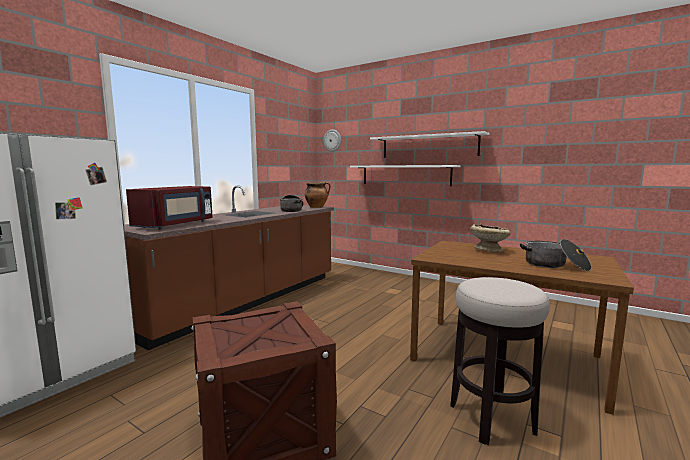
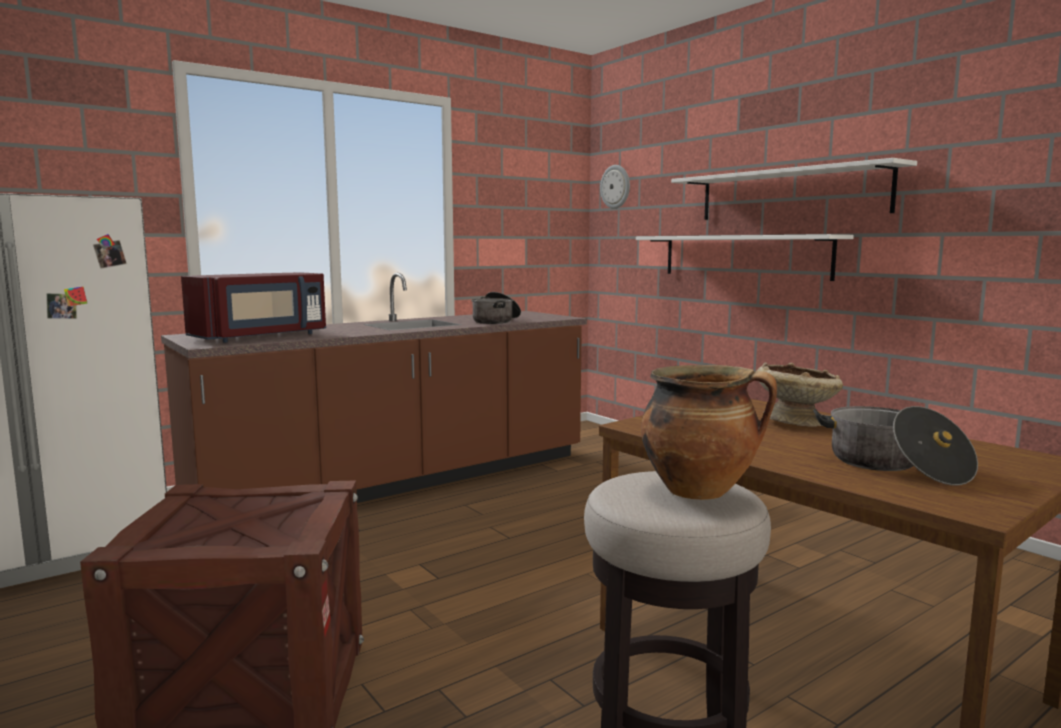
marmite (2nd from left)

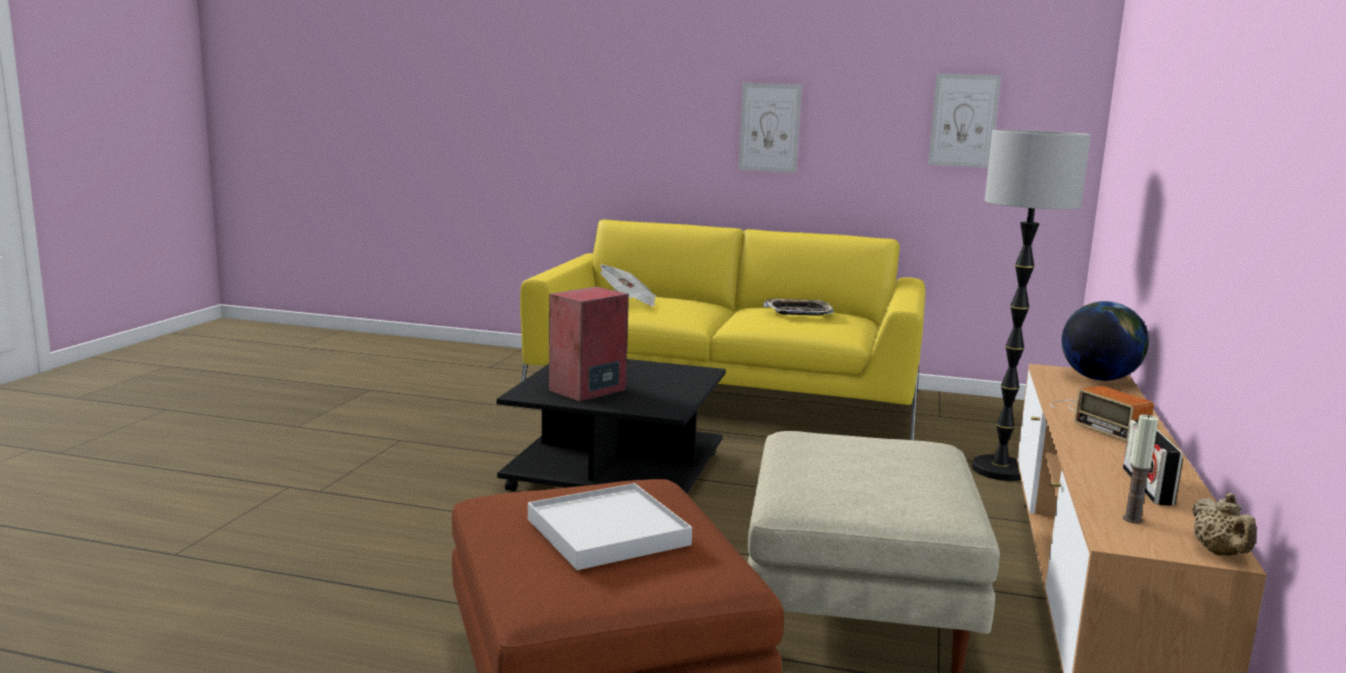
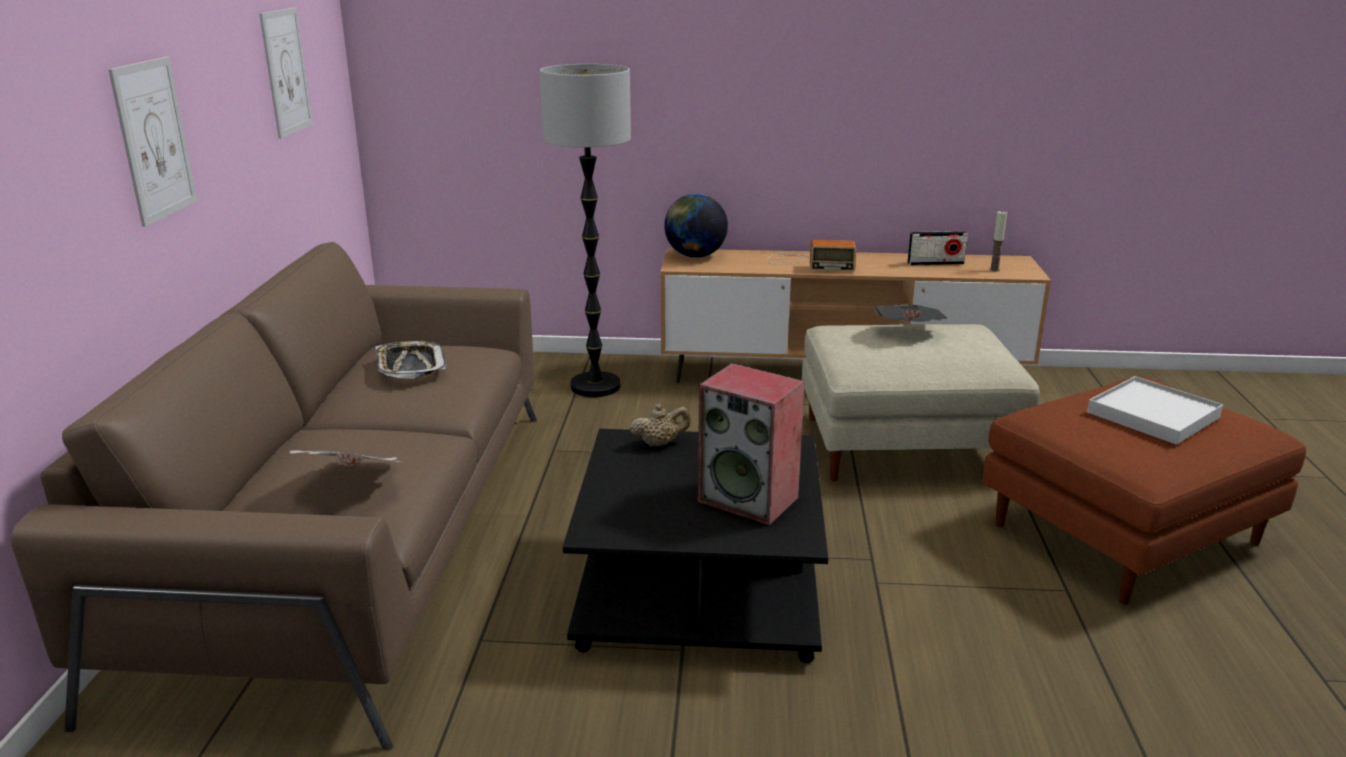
journal (2nd from left)
théière/beige
canapé/marron
radio (1st from left)

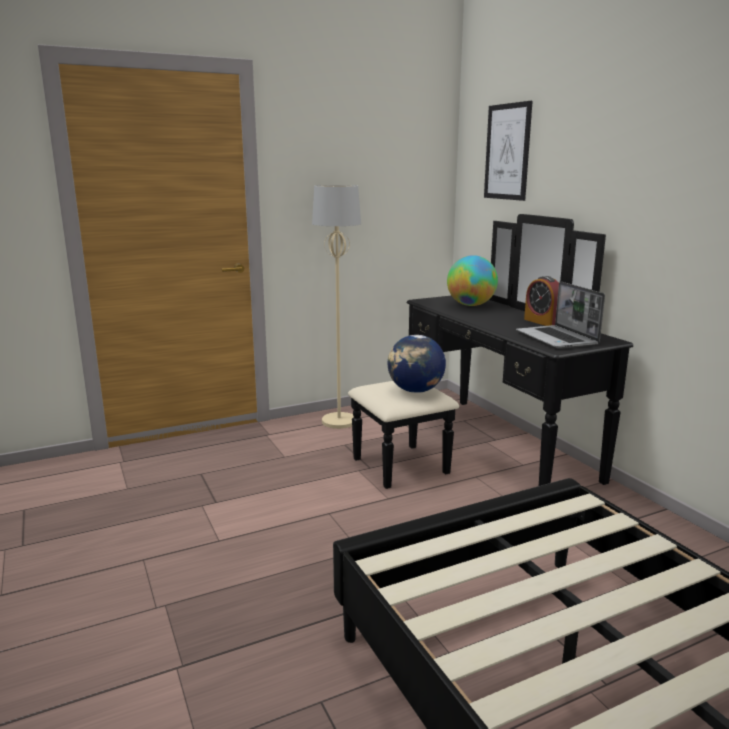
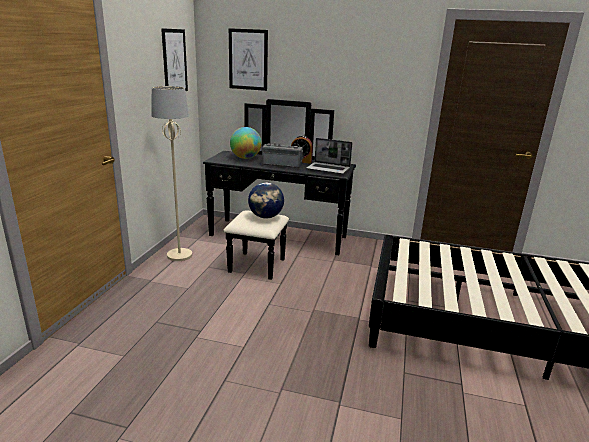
tableau (1st from left)
radio

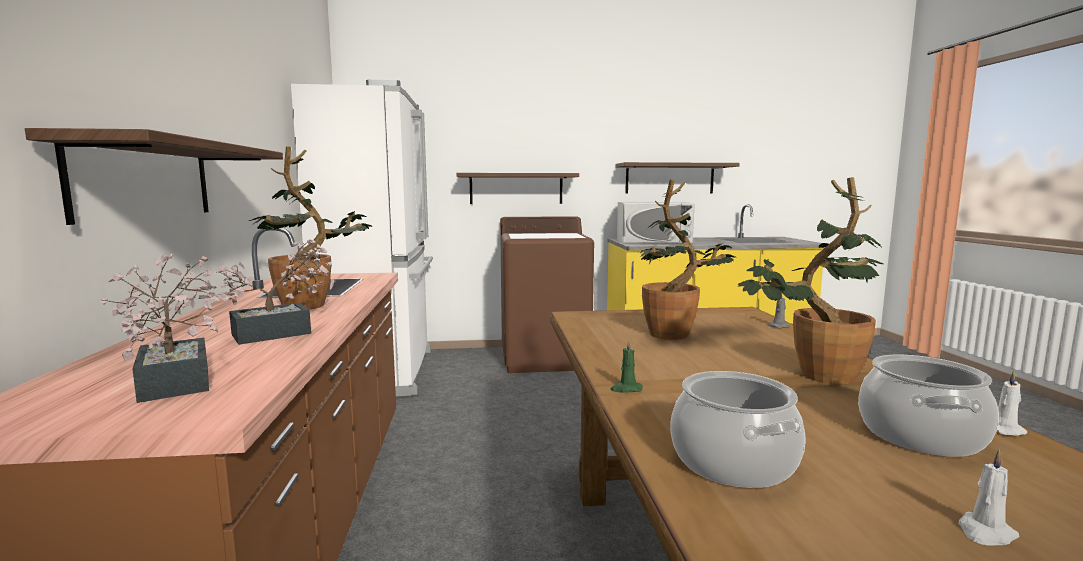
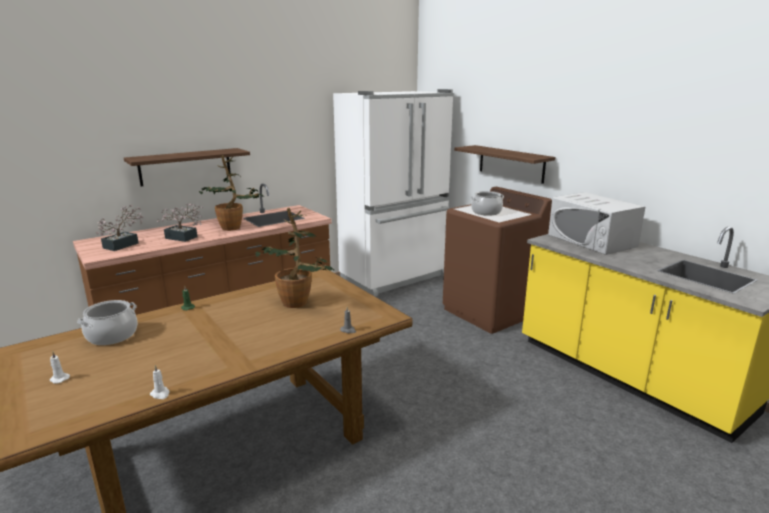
étagère (3rd from left in the first image)
plante en pot (5th from left in the first image)
marmite (2nd from left)

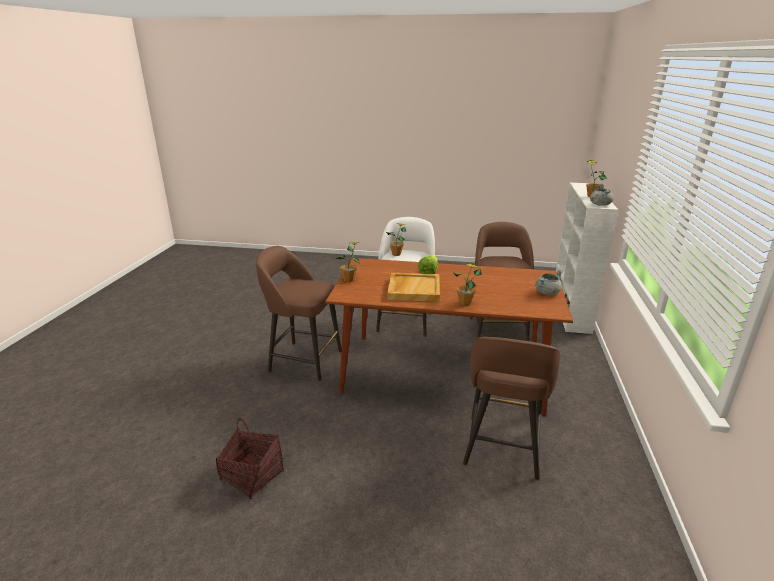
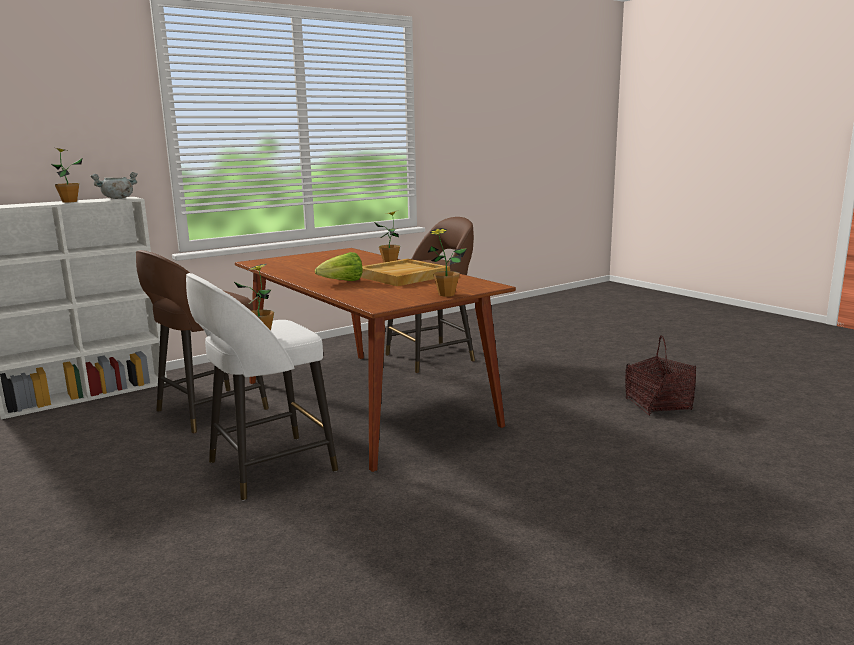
tabouret/marron (1st from left in the first image)
marmite/gris (1st from left in the first image)

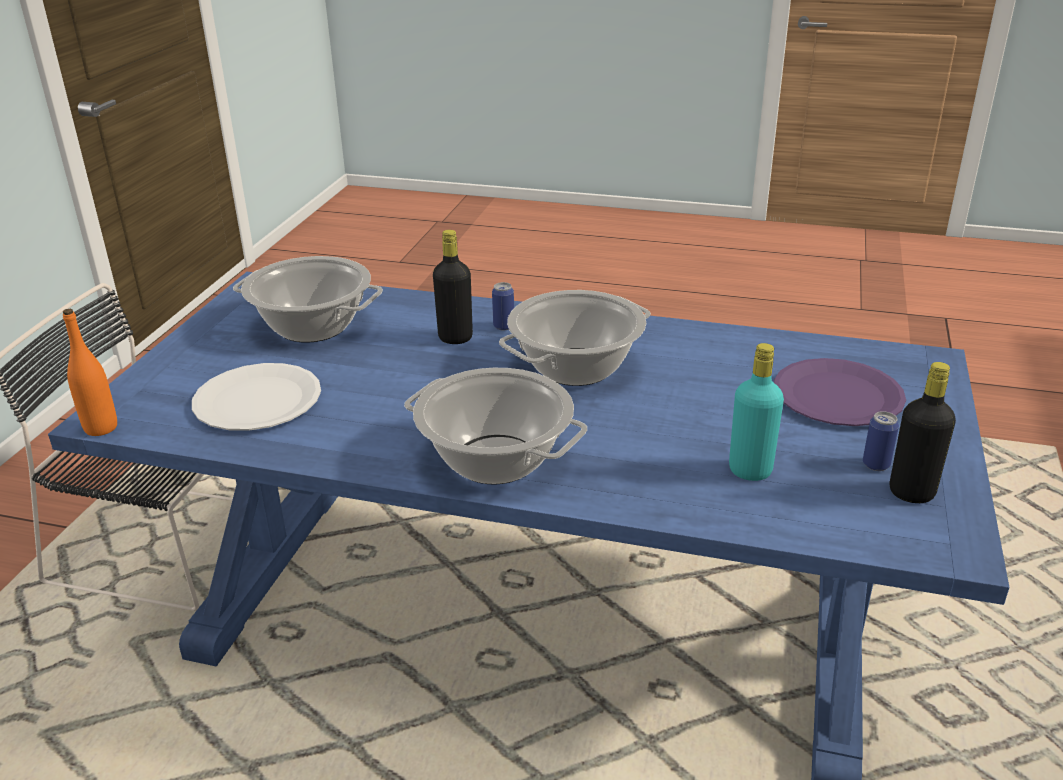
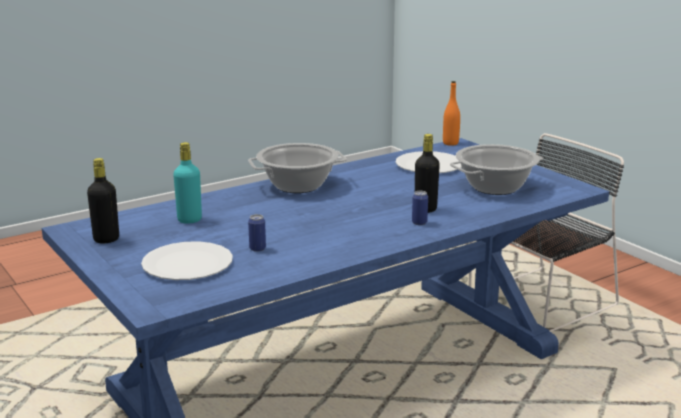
marmite (3rd from left in the first image)
boîte métallique (1st from left)
assiette/blanc (1st from left)

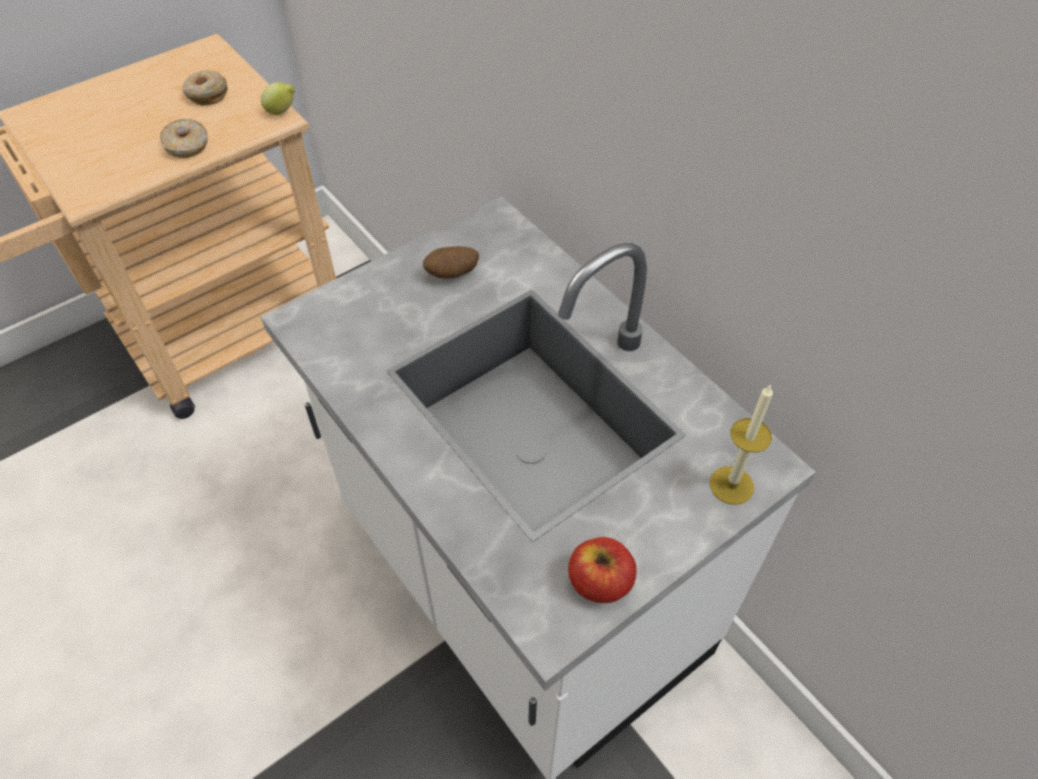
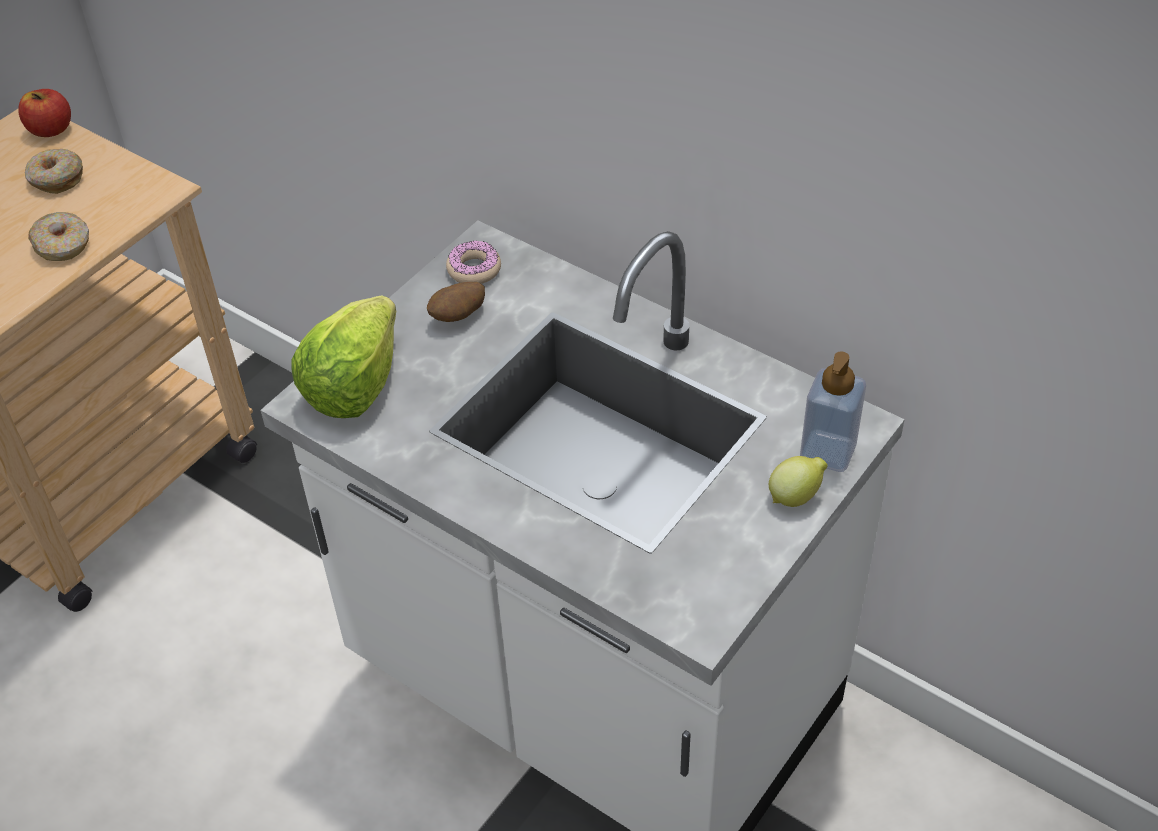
laitue
beignet (3rd from left)
citron
pomme
distributeur de savon

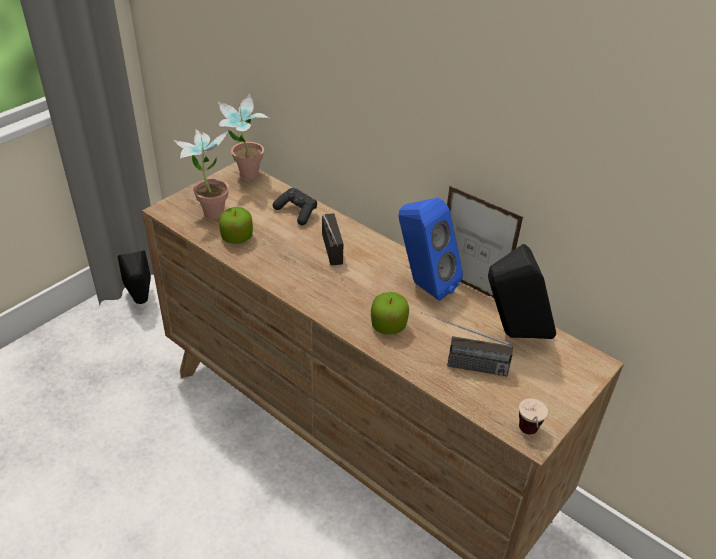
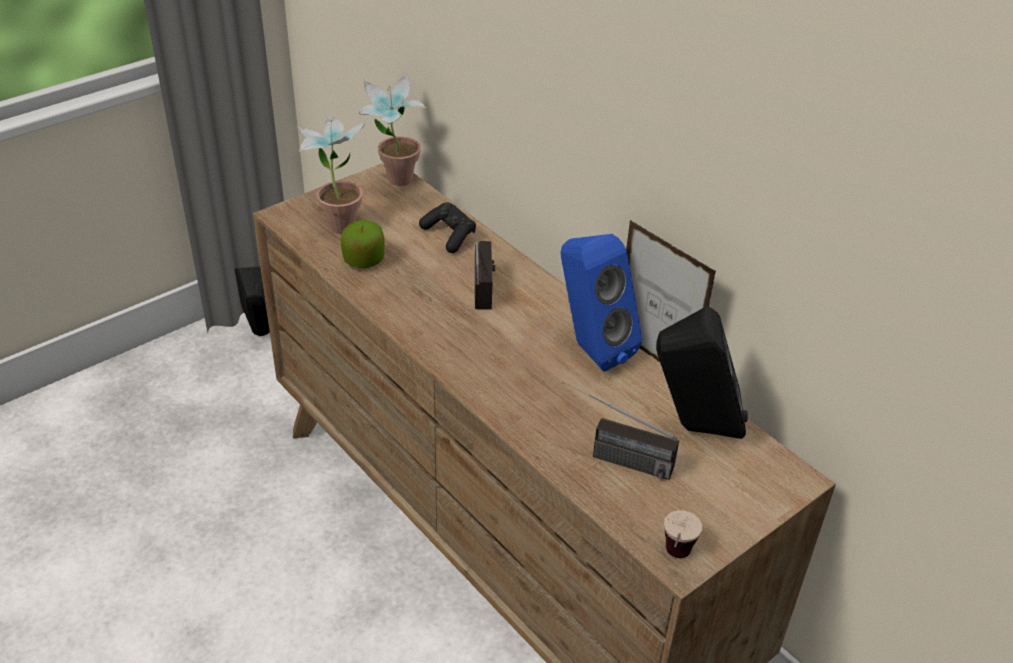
pomme (2nd from left in the first image)

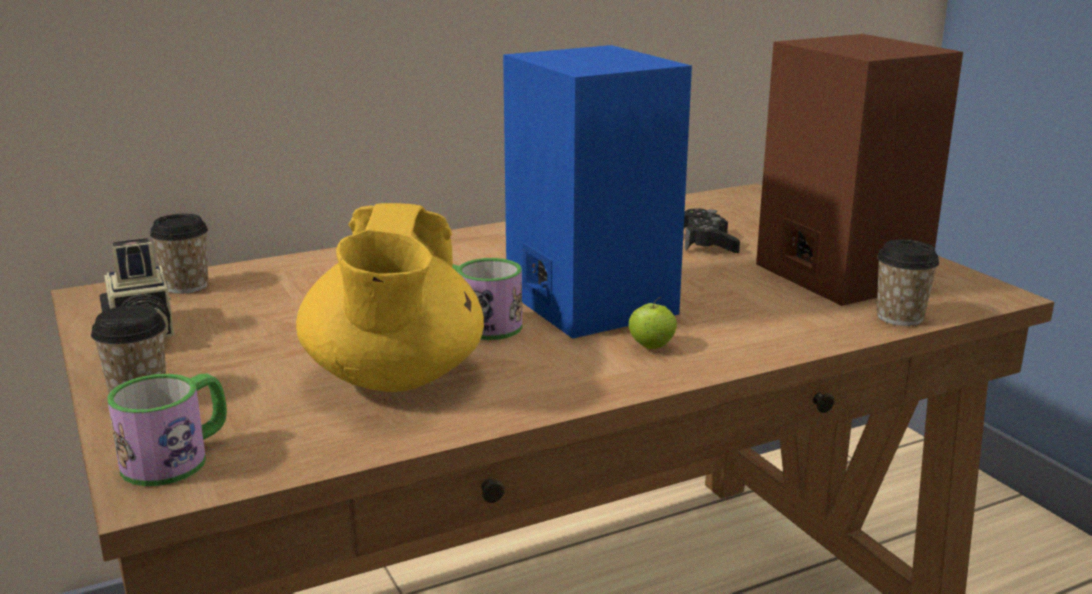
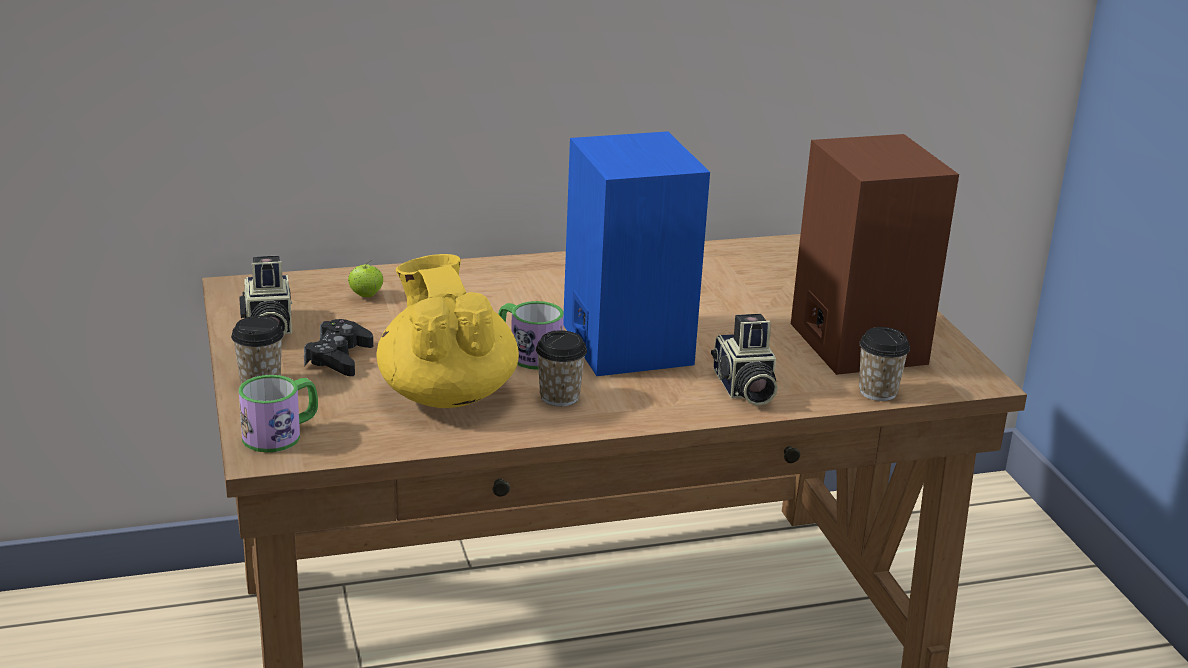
appareil photo (2nd from left)
tasse (2nd from left)
pomme
manette/noir
théière/jaune

